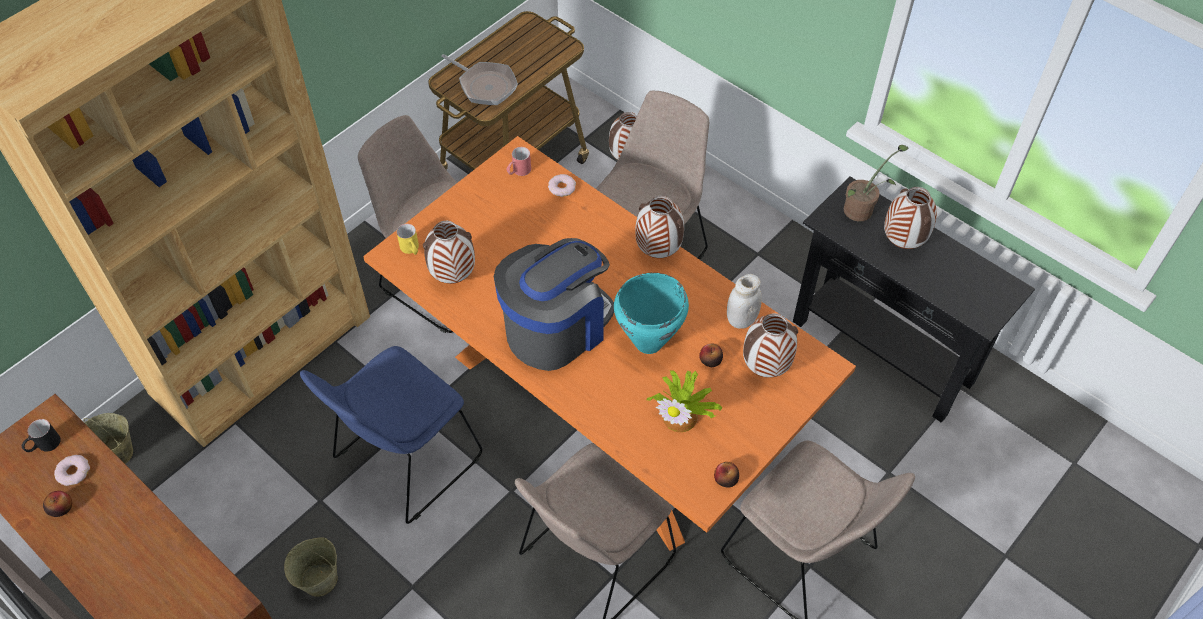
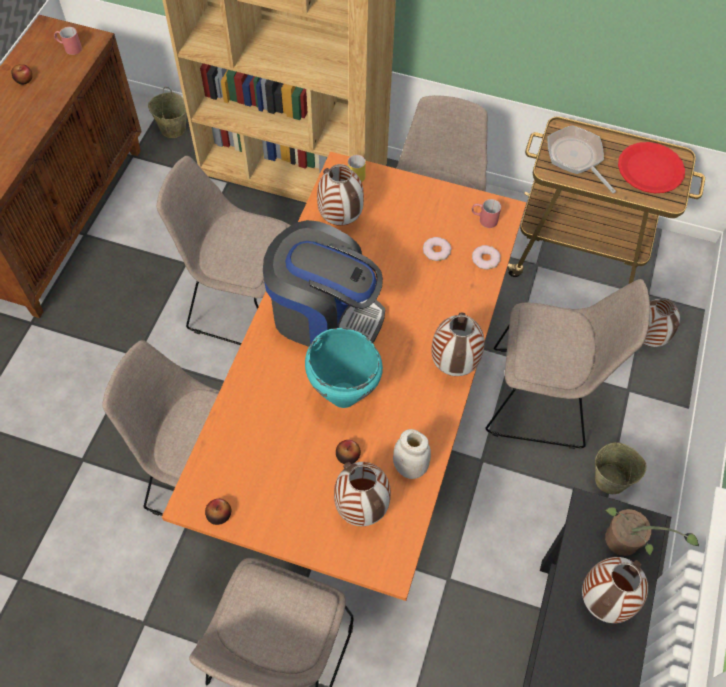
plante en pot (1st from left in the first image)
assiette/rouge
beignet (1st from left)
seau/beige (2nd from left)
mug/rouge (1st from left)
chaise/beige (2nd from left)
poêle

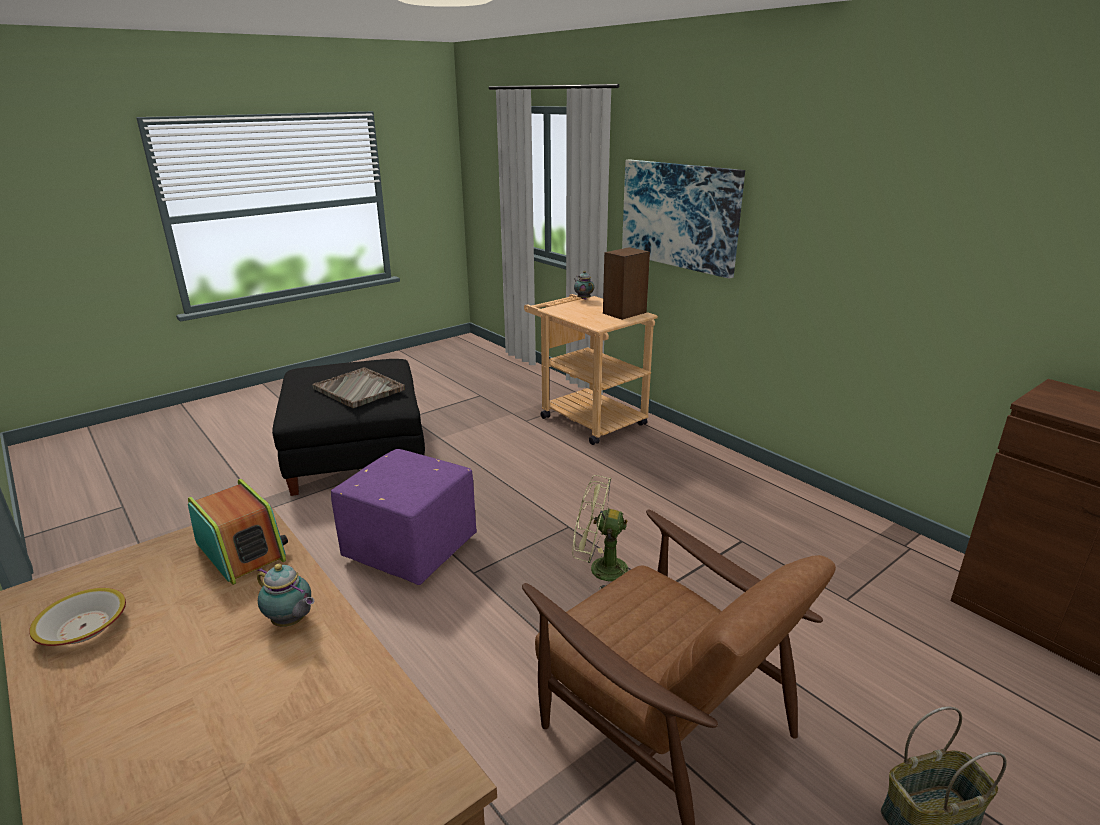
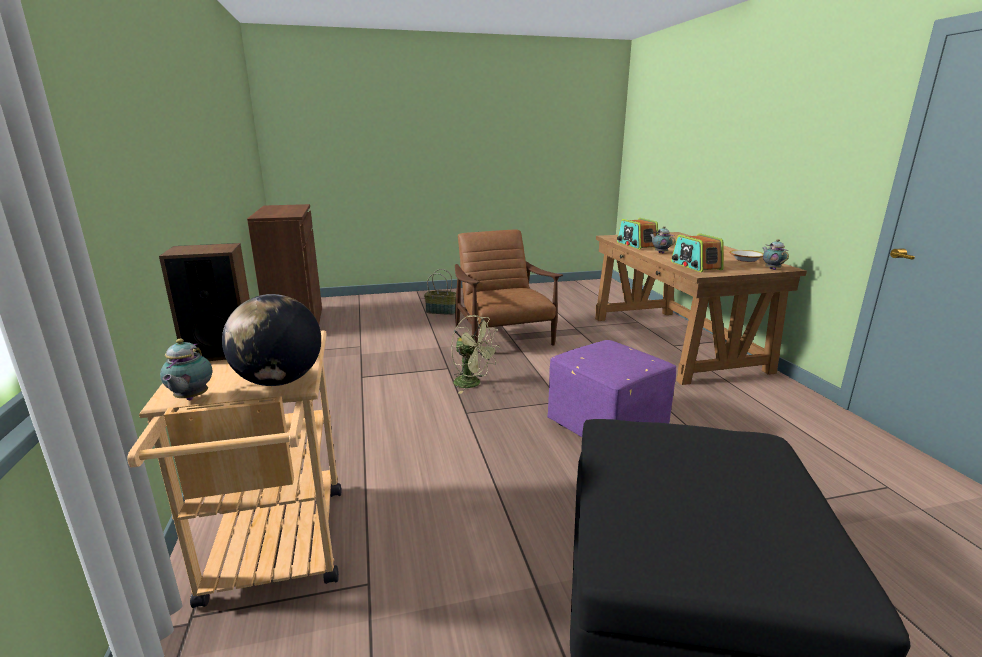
plateau/gris
tableau
globe
radio (1st from left)
théière (3rd from left)

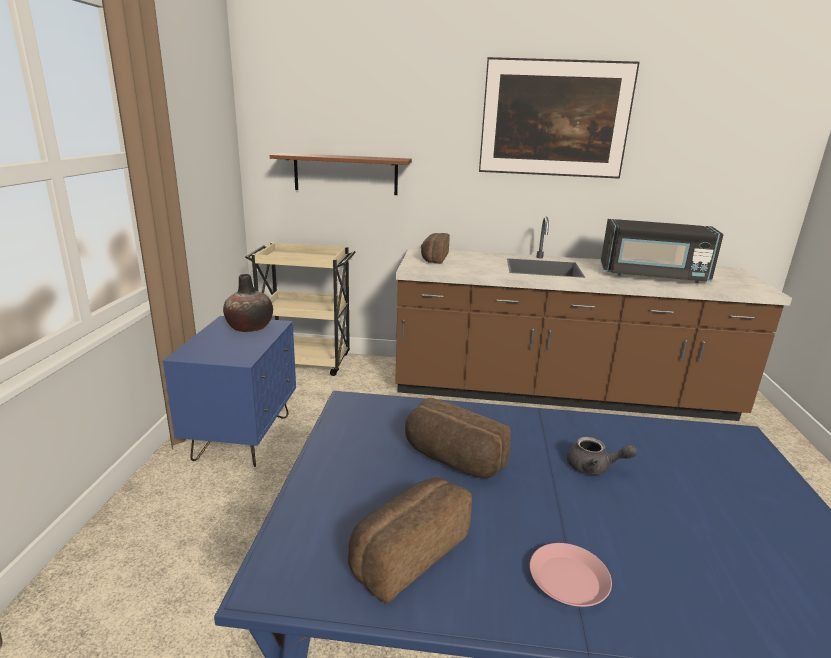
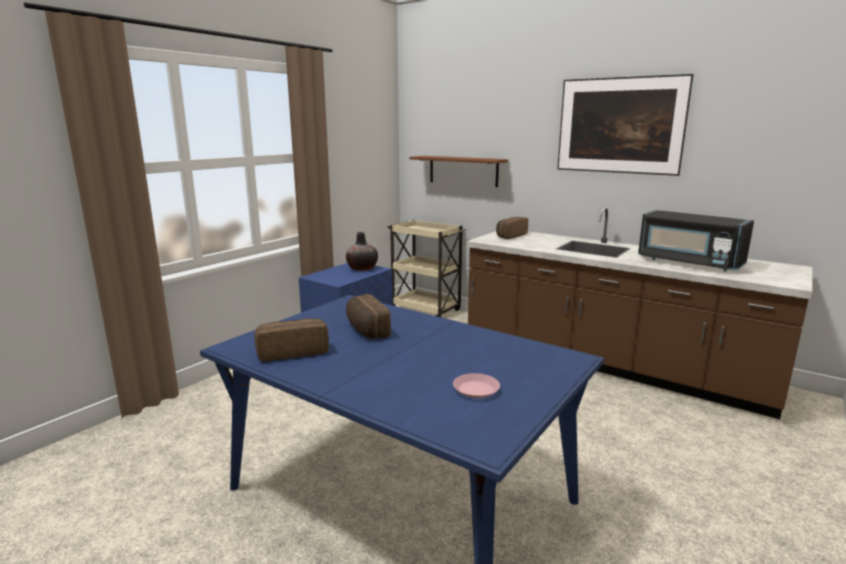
théière/gris
assiette/rose

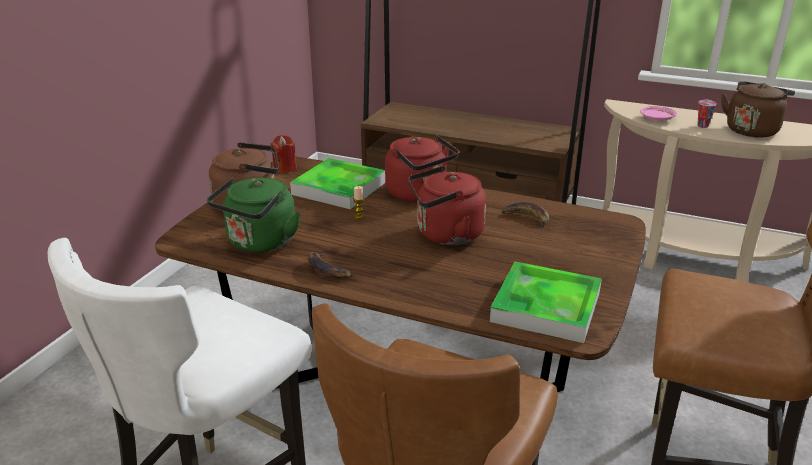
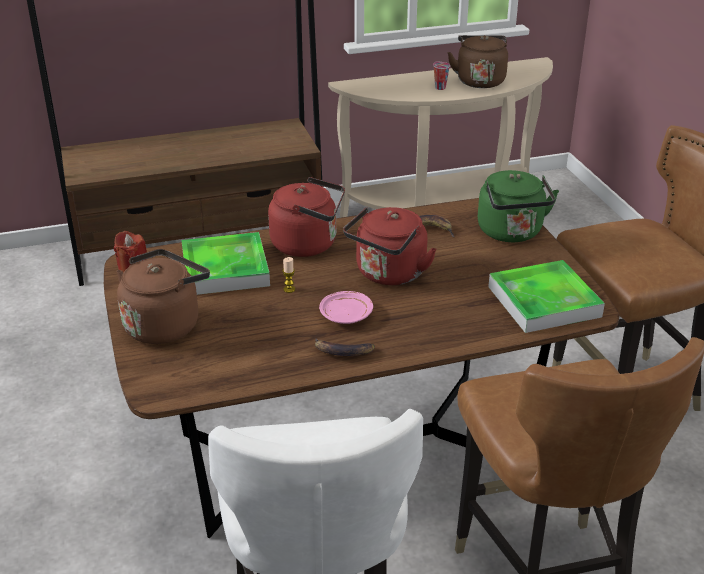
bouilloire/vert
assiette/rose

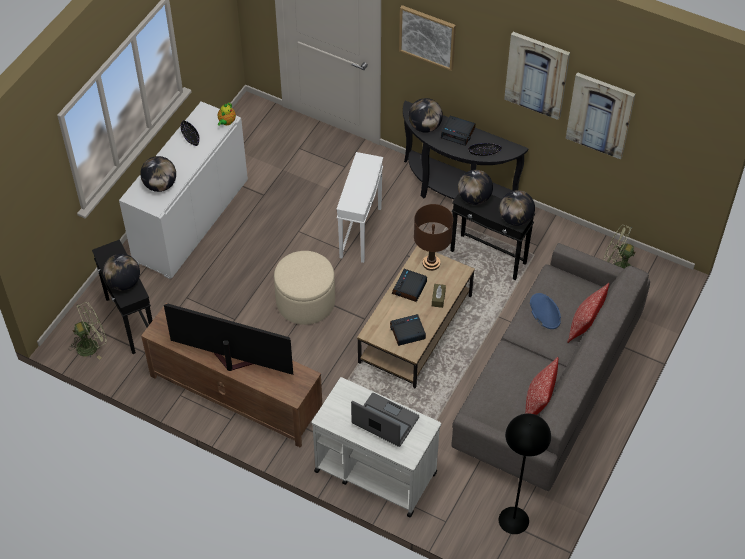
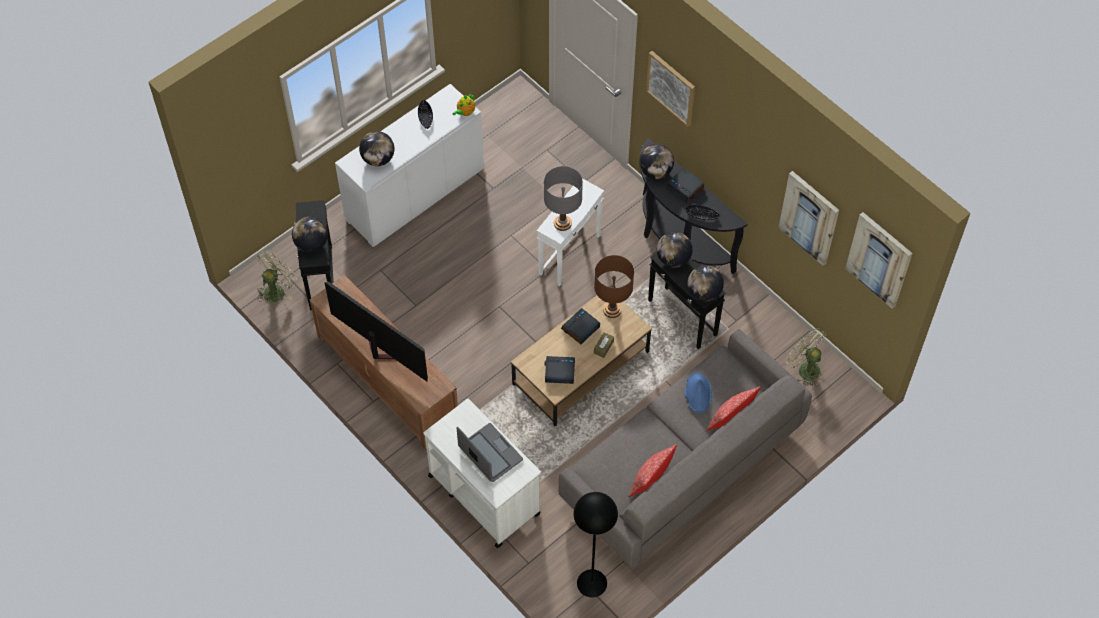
pouf/beige
lampe de table/gris
tableau (3rd from left)
ventilateur/vert (1st from left)

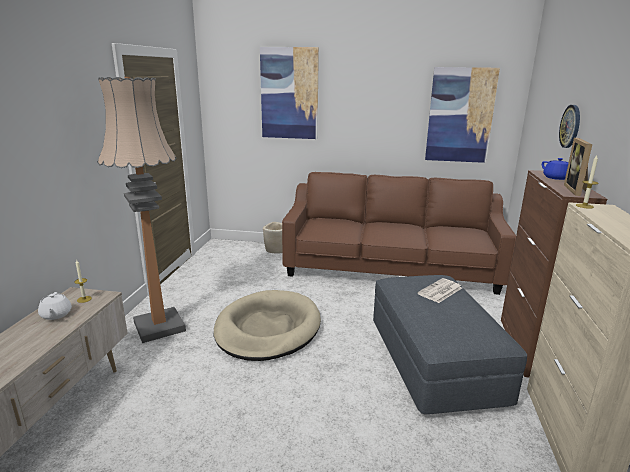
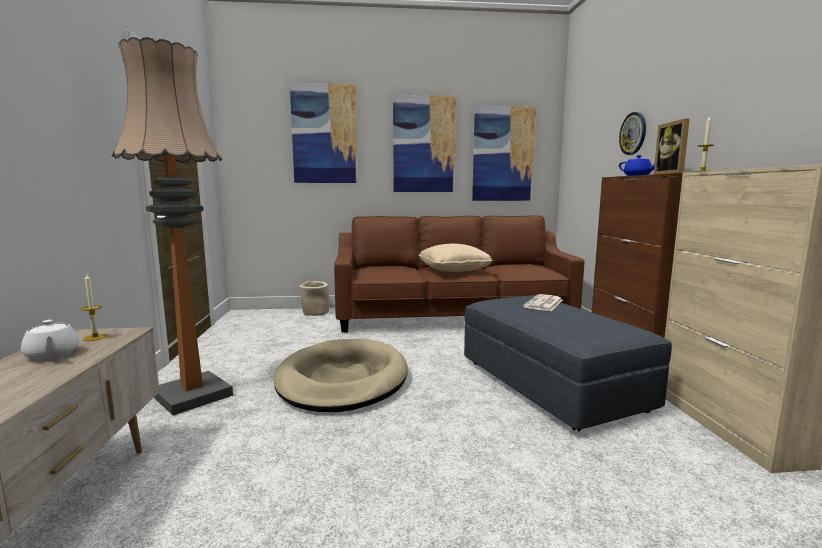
tableau (2nd from left)
coussin/beige

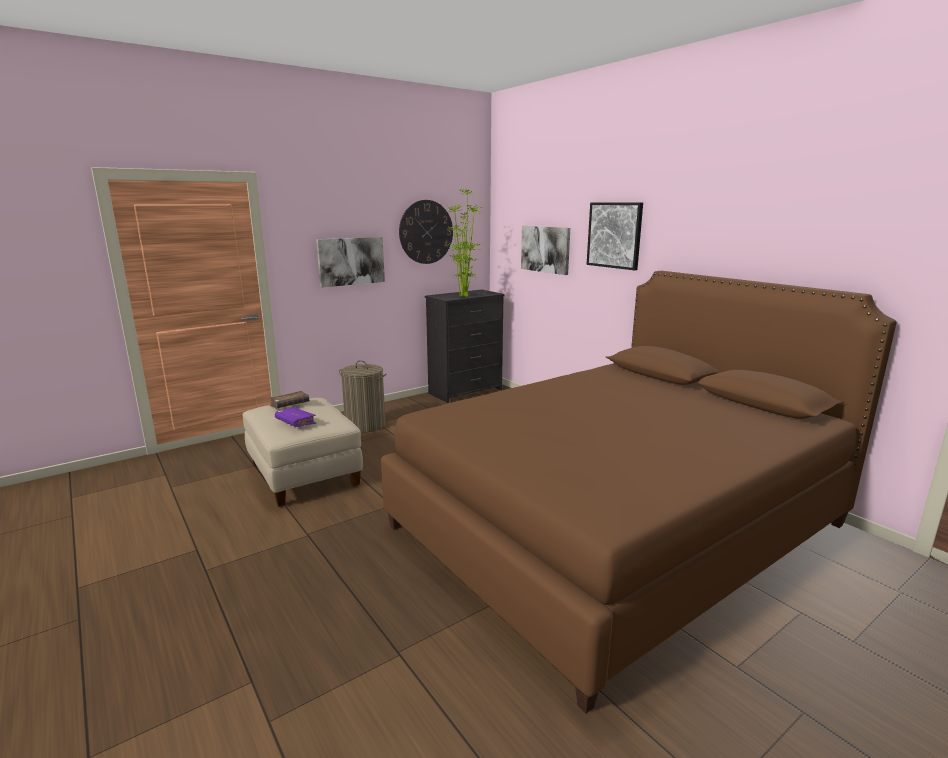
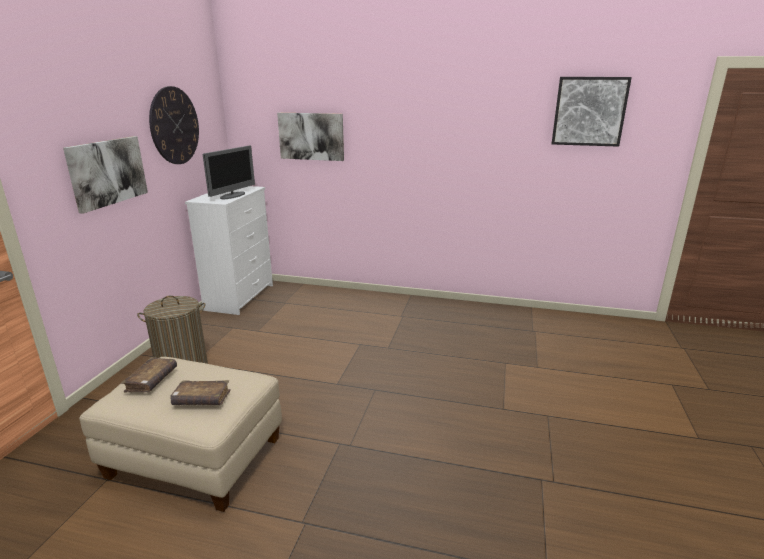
lit/marron
tableau (3rd from left)
écran d'ordinateur
livre/marron (2nd from left)
commode/blanc

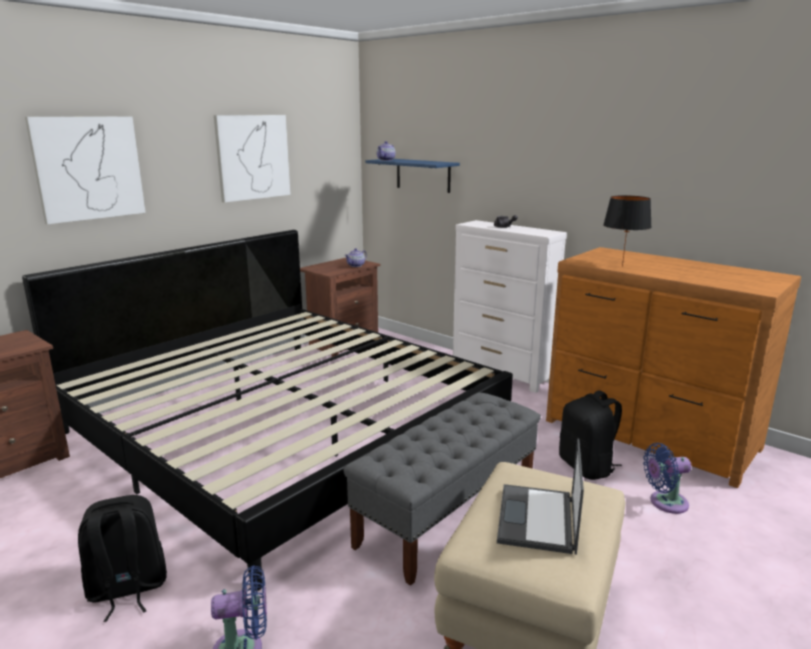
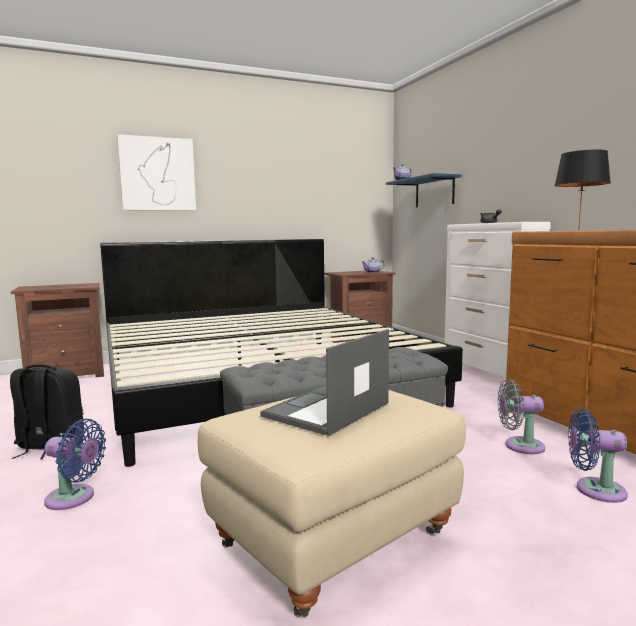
tableau (2nd from left in the first image)
ventilateur/gris

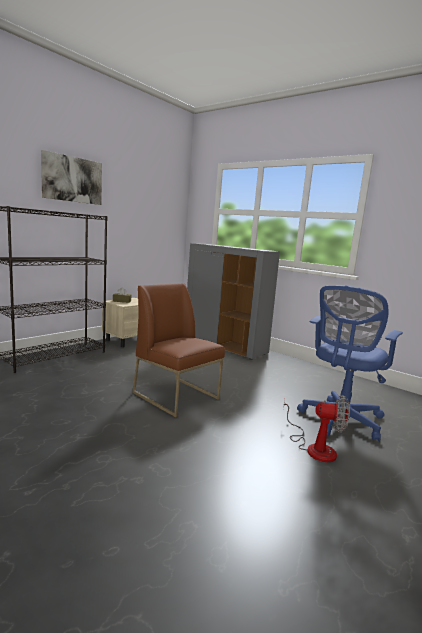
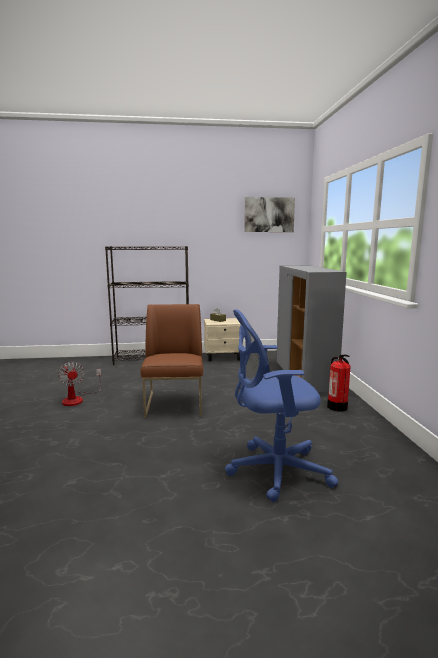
extincteur
tableau
ventilateur

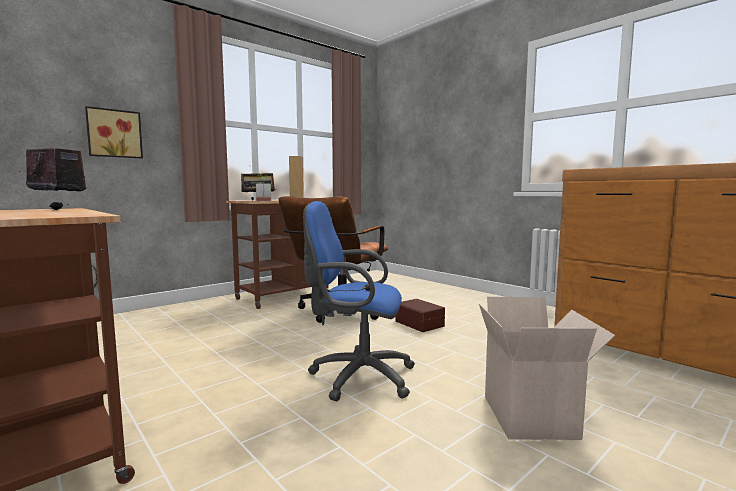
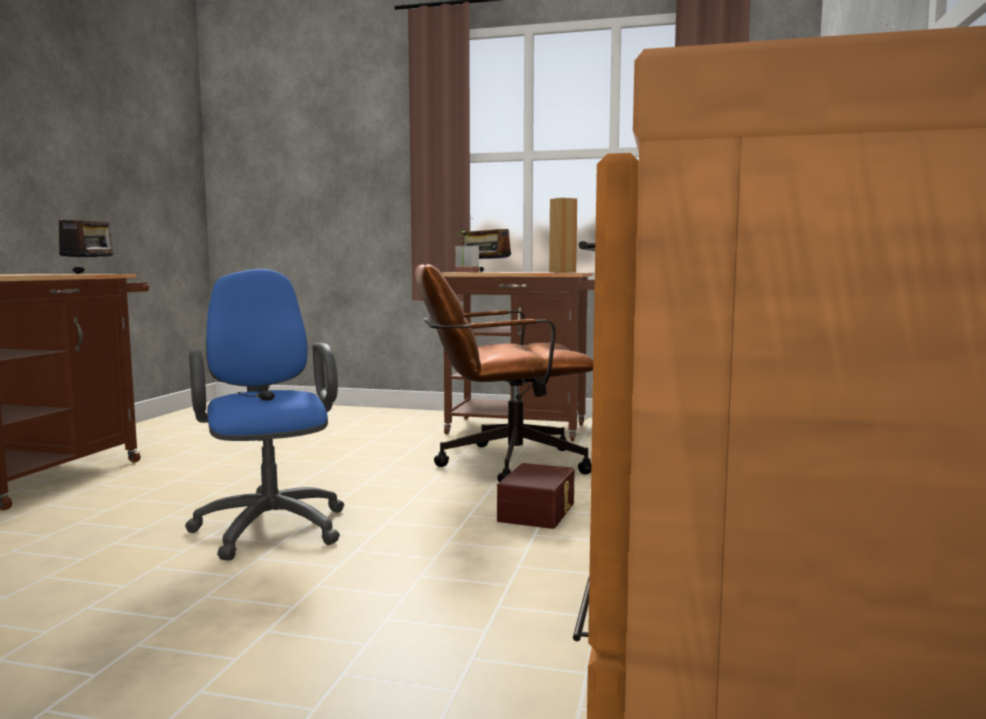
tableau
carton

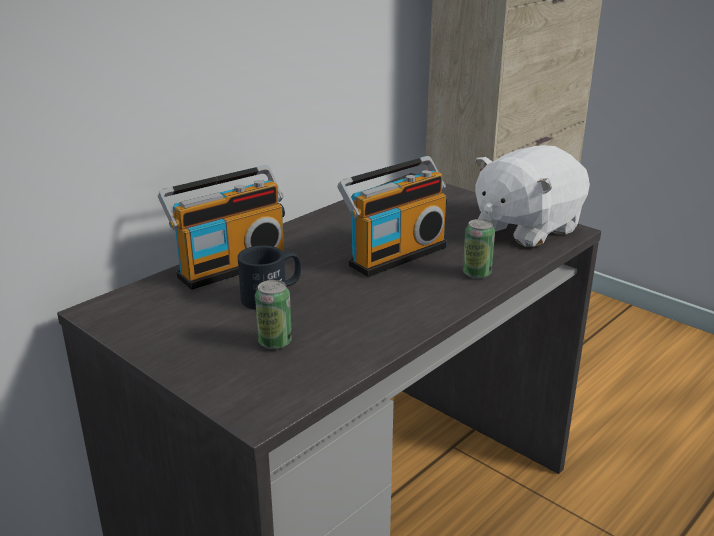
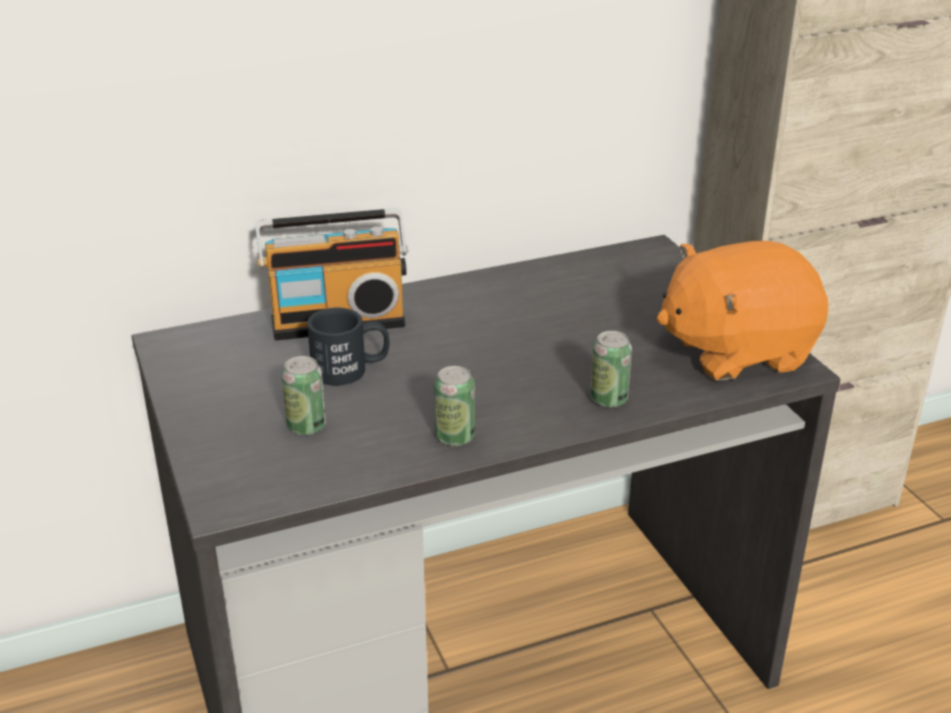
radio (2nd from left in the first image)
boîte métallique (2nd from left)
peluche/orange

